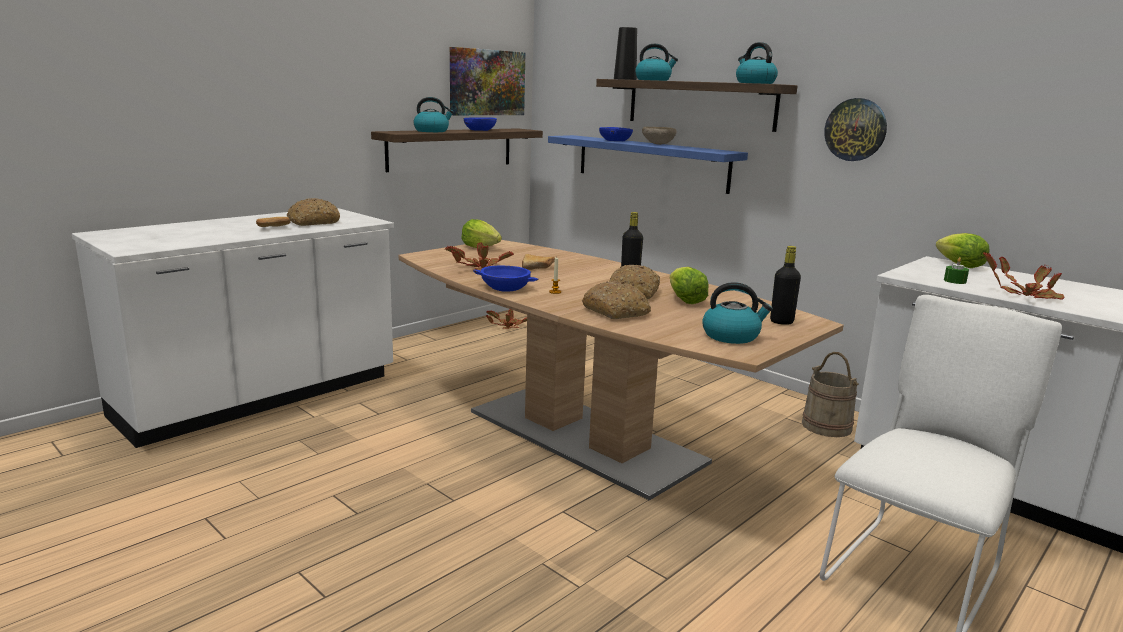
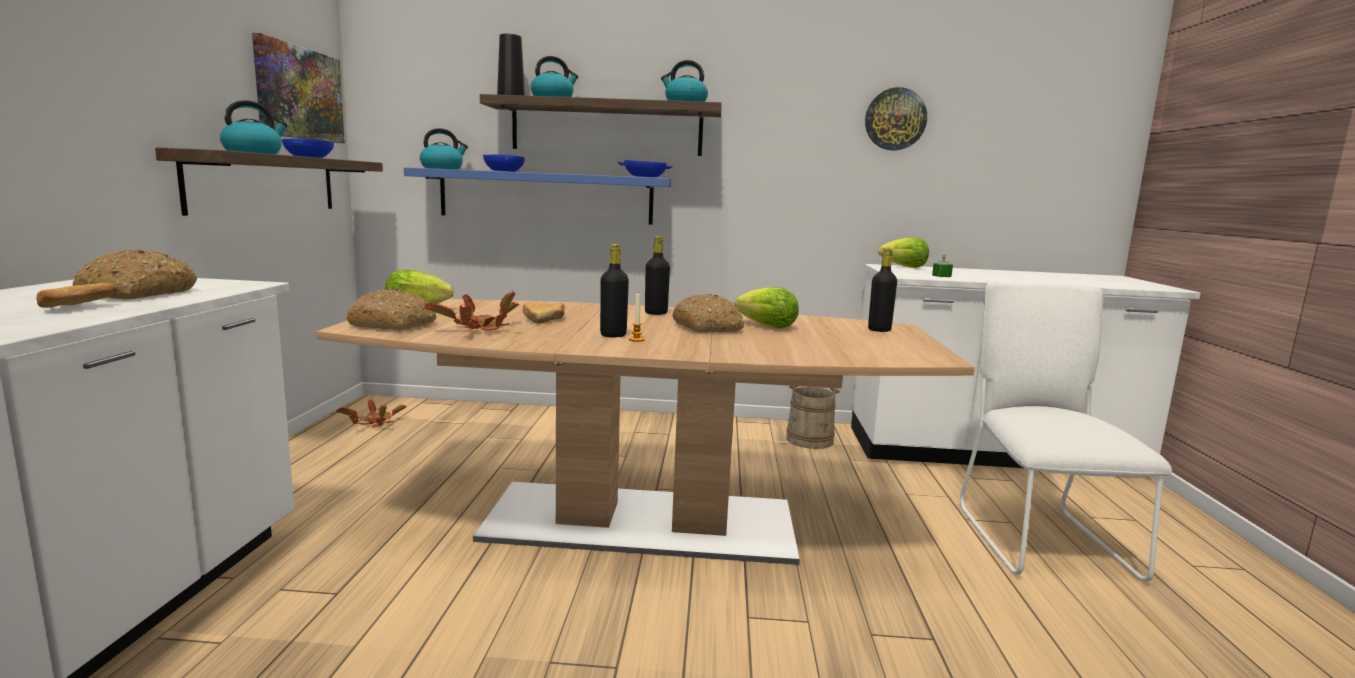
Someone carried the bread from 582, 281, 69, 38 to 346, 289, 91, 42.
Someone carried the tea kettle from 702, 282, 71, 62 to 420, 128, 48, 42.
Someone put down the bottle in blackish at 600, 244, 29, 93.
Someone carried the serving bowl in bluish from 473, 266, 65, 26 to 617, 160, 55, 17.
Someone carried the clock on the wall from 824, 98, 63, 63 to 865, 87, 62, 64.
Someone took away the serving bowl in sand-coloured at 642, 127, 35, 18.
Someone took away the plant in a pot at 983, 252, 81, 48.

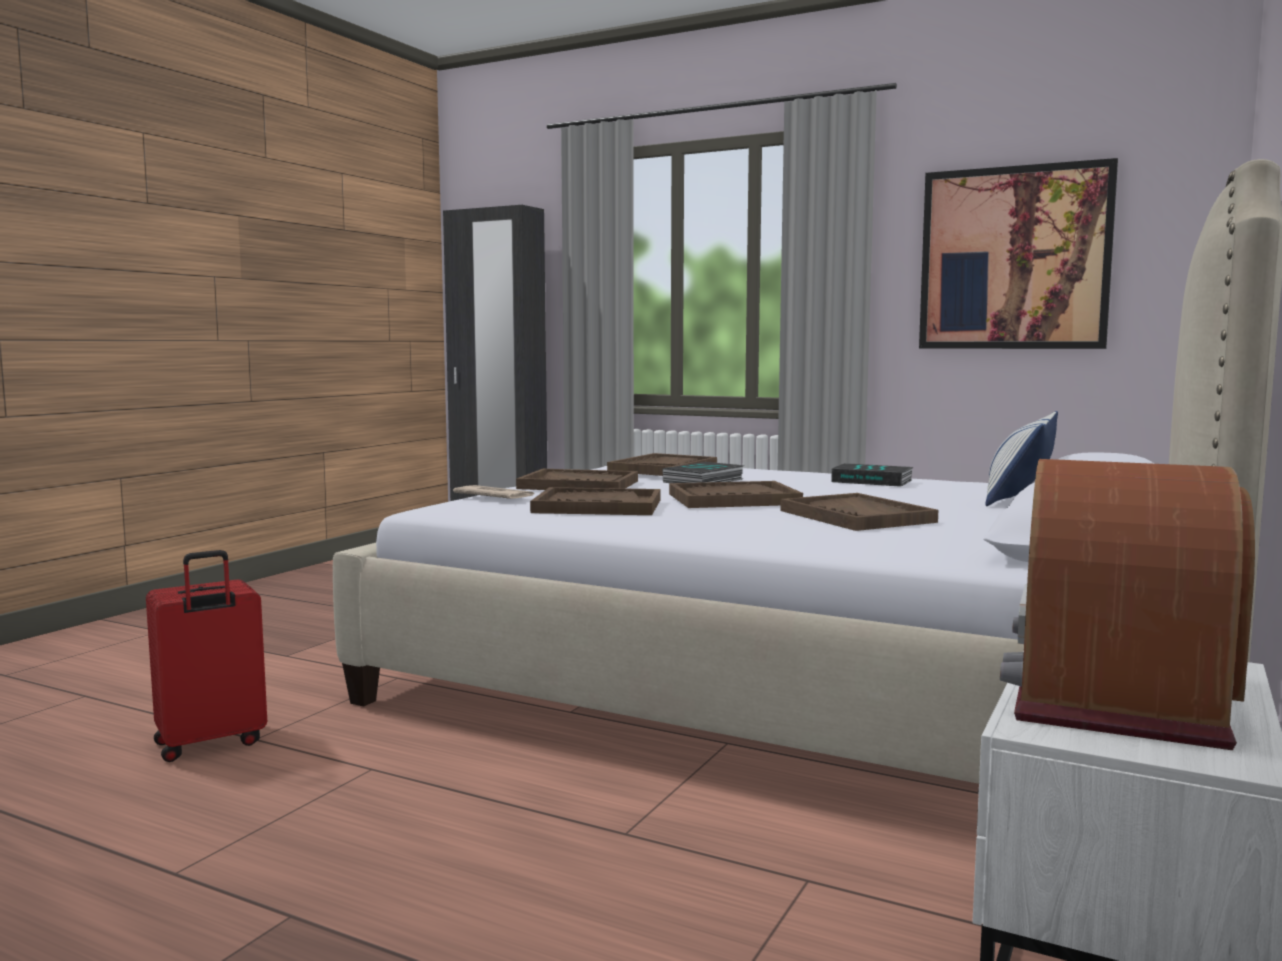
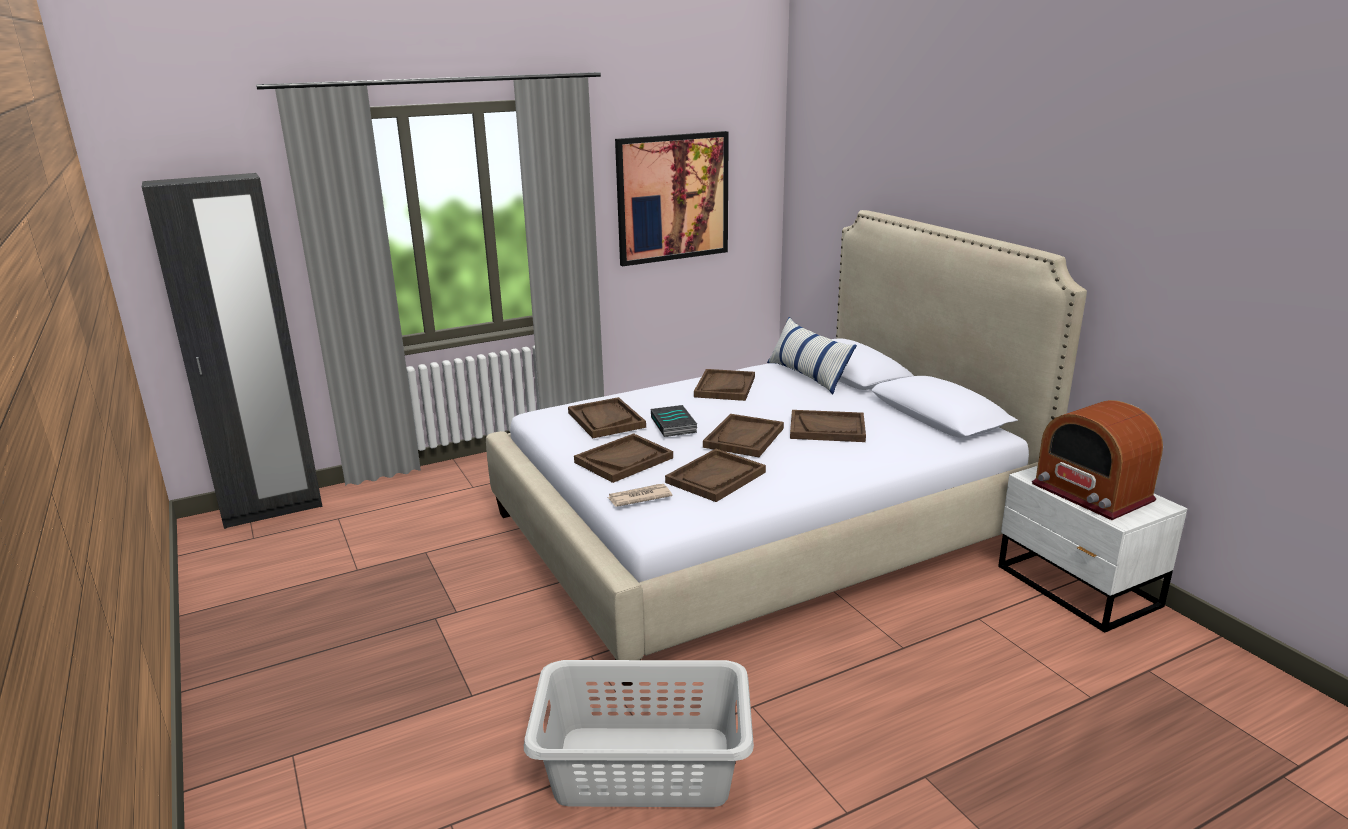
Someone swapped the piece of luggage in reddish at 146, 550, 121, 212 for the laundry basket in greyish at 524, 660, 230, 147.
Someone swapped the volume at 831, 463, 83, 24 for the tray in brownish at 694, 369, 61, 32.

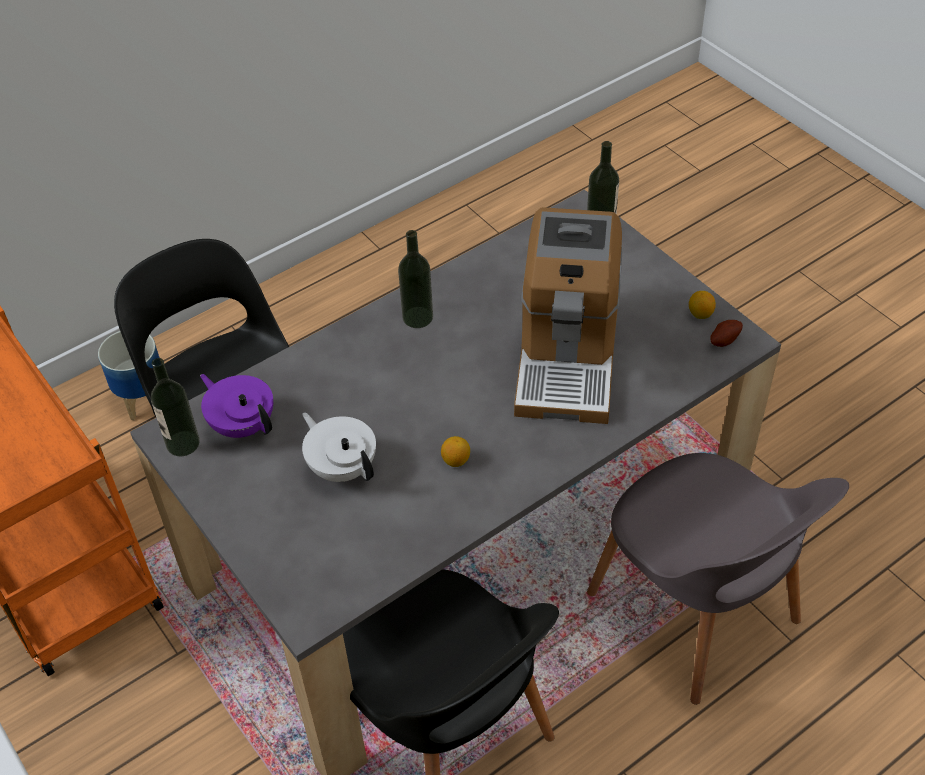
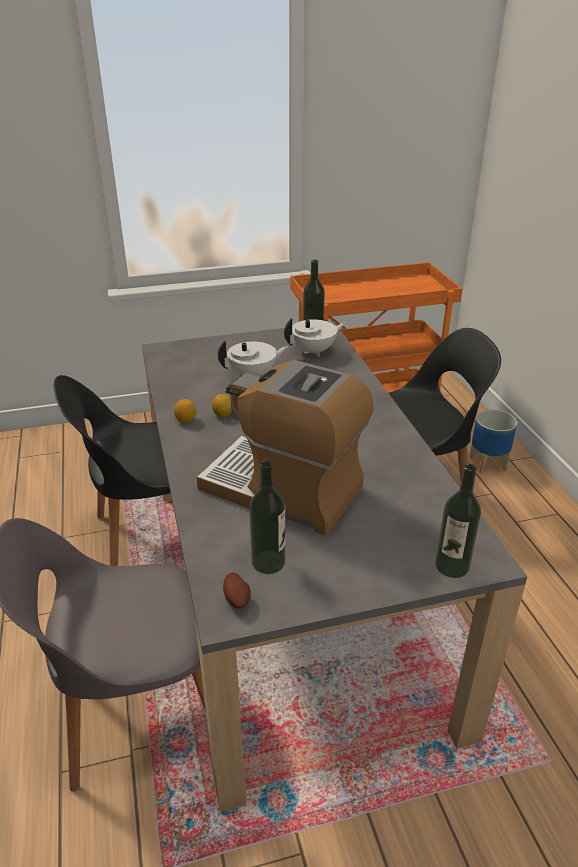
Someone carried the whole lemon from 689, 291, 27, 28 to 174, 399, 22, 24.
Someone carried the bottle from 398, 230, 35, 98 to 249, 460, 36, 114.
Someone repainted the tea pot in purplish at 200, 374, 73, 64, which became the tea pot in white at 284, 318, 62, 39.

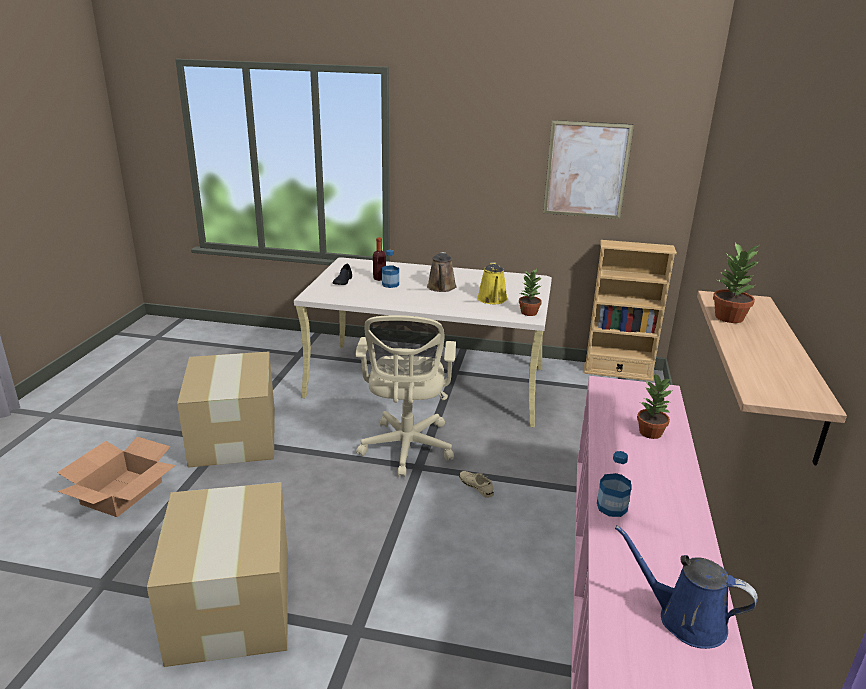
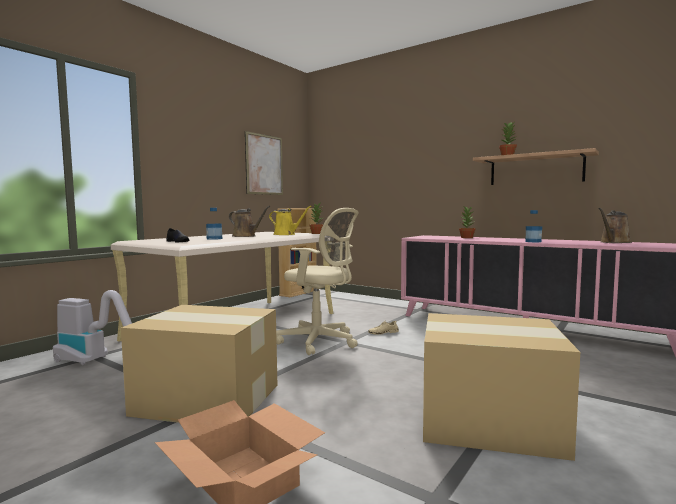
Someone put down the vacuum at 53, 290, 79, 75.
Someone repainted the watering can in bluish at 615, 525, 143, 124, which became the watering can in brownish at 598, 208, 34, 35.
Someone took away the bottle at 373, 238, 13, 43.

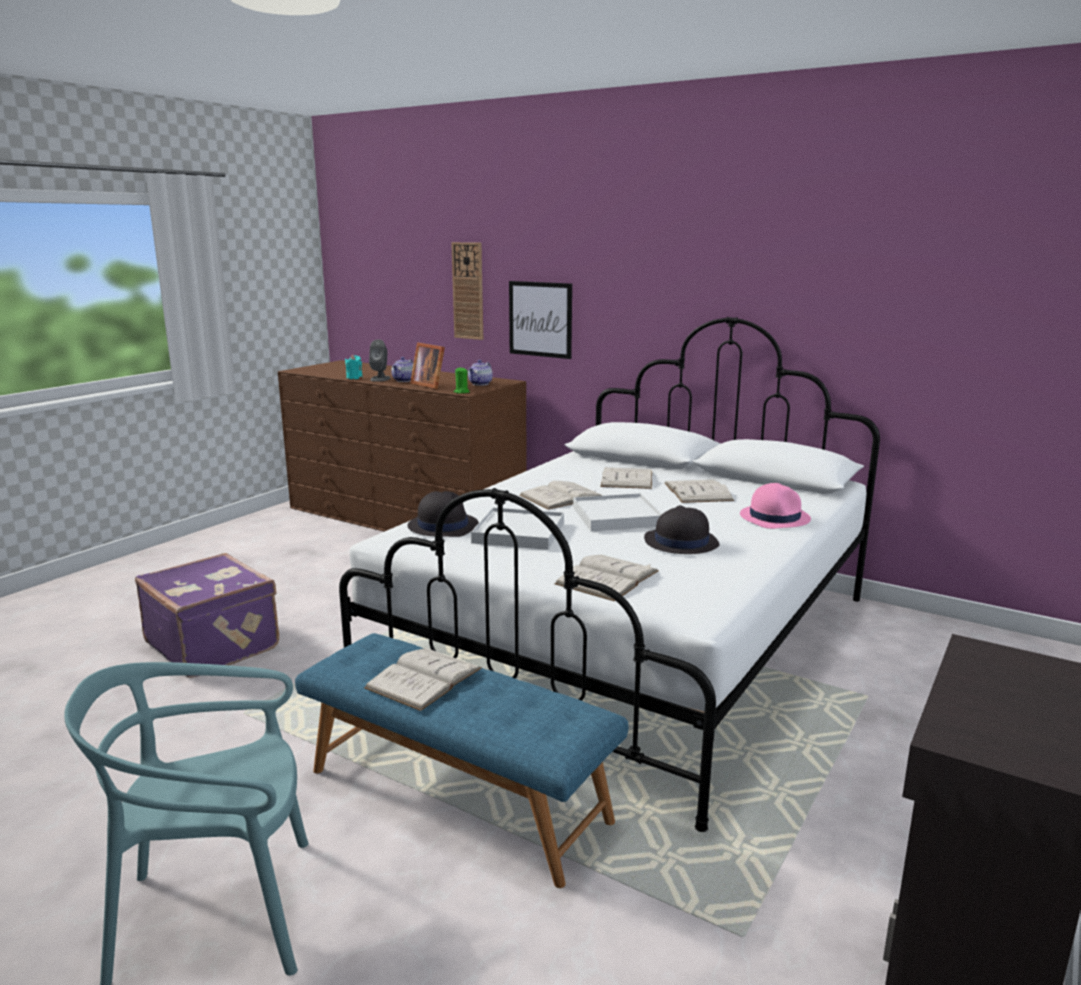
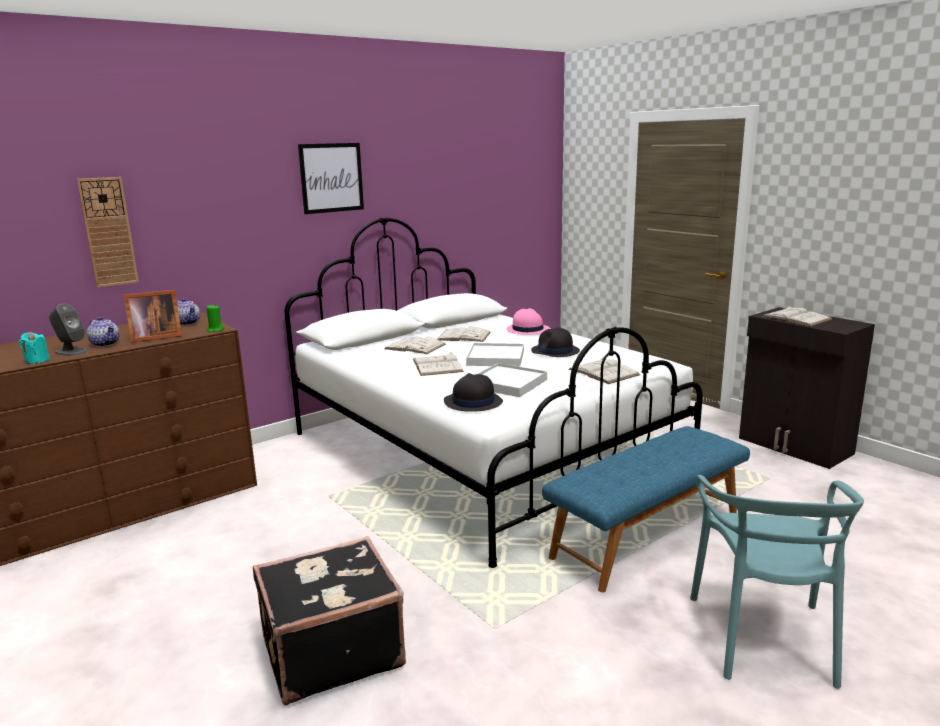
Someone repainted the piece of luggage in purplish at 135, 553, 144, 125, which became the piece of luggage in blackish at 253, 536, 153, 170.
Someone carried the wall art from 509, 281, 63, 78 to 298, 143, 66, 71.
Someone carried the volume in white from 364, 648, 118, 63 to 762, 306, 70, 20.

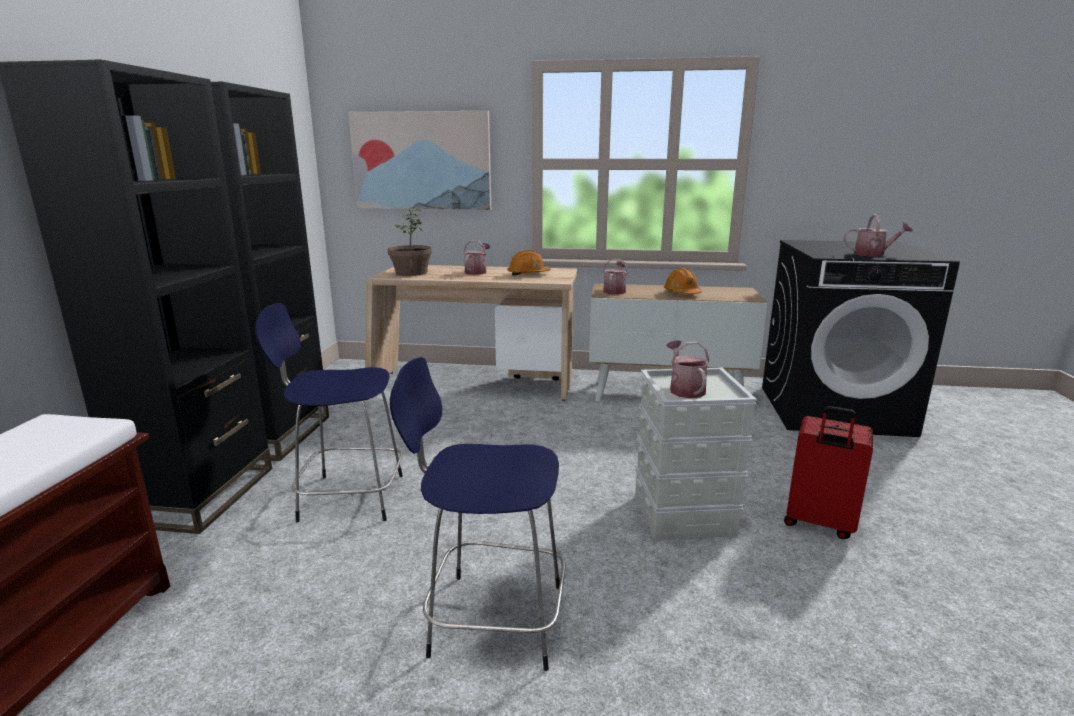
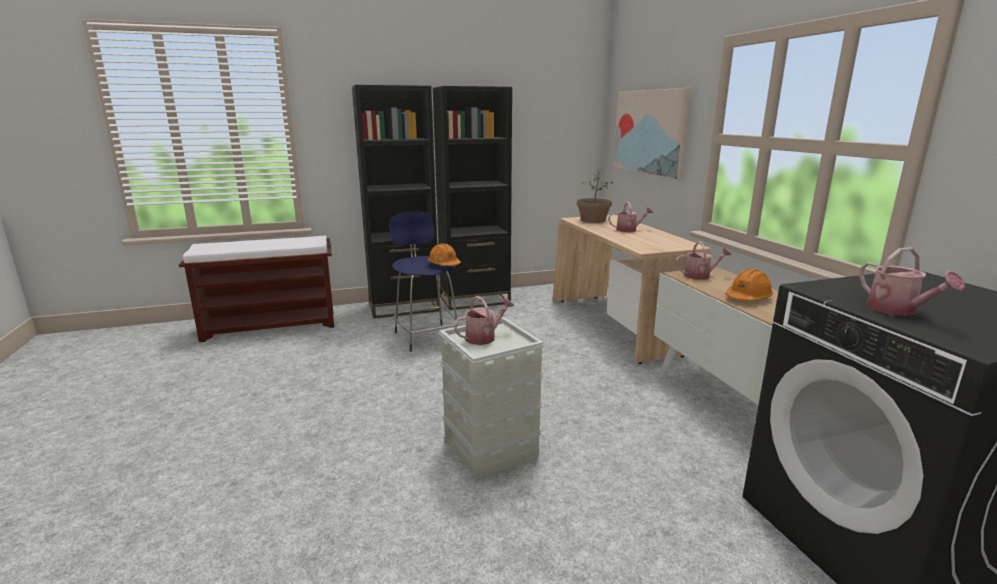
Someone carried the work helmet in orangey from 508, 250, 43, 26 to 428, 243, 33, 23.
Someone took away the stool in bluish at 390, 357, 176, 314.
Someone took away the piece of luggage in reddish at 784, 406, 89, 133.

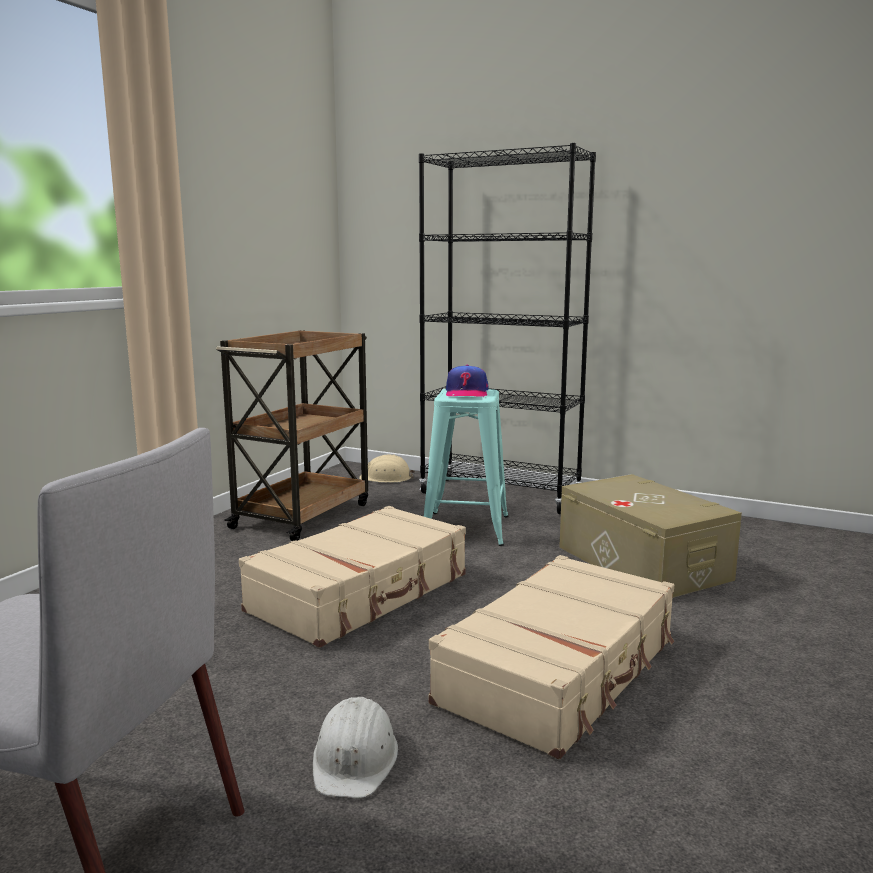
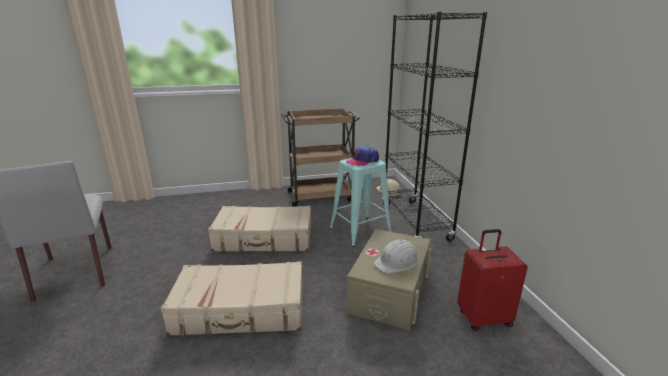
Someone carried the work helmet in white from 313, 697, 85, 101 to 374, 239, 44, 35.
Someone put down the piece of luggage in reddish at 457, 229, 71, 102.

